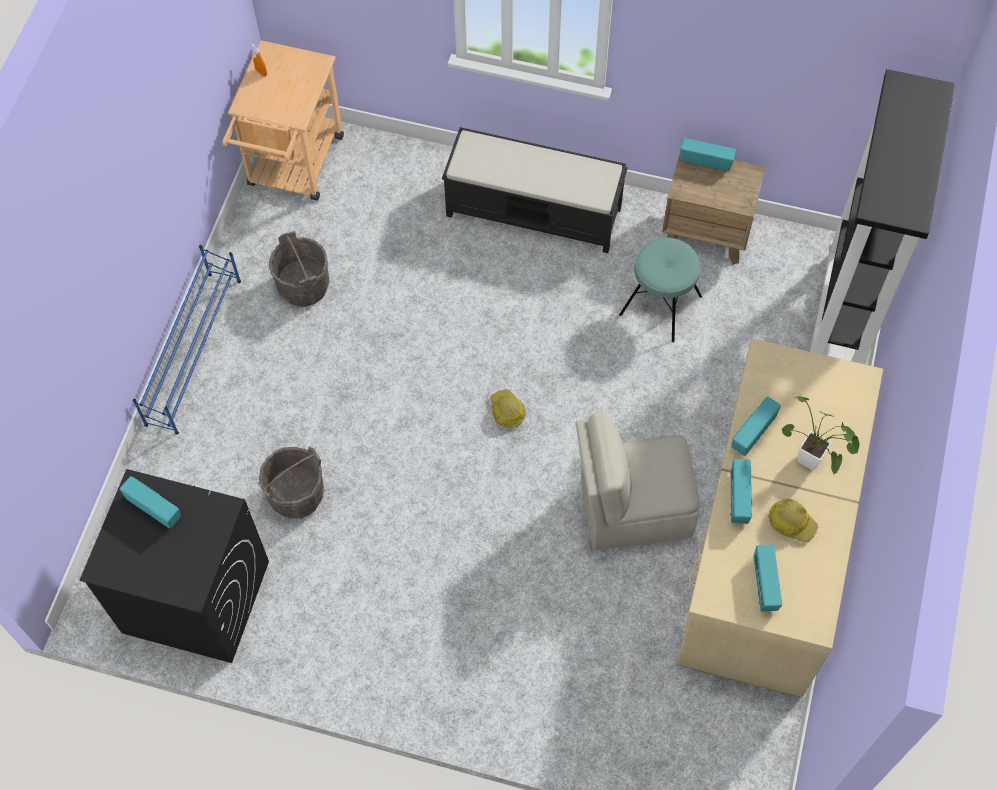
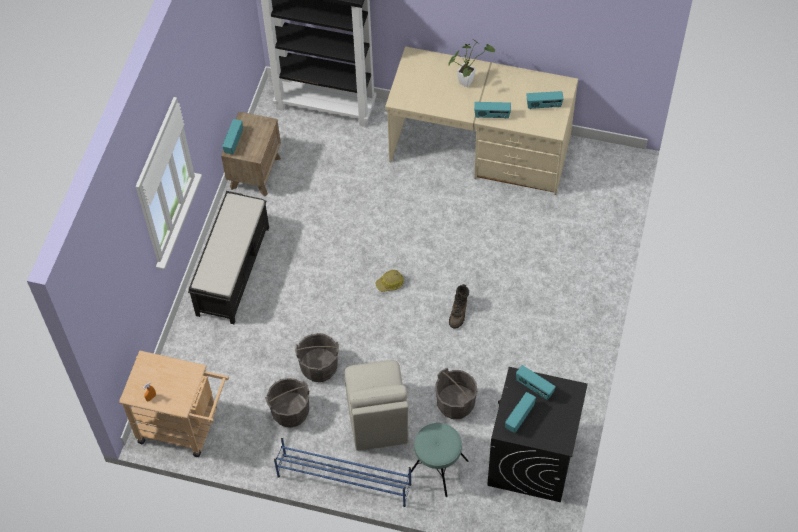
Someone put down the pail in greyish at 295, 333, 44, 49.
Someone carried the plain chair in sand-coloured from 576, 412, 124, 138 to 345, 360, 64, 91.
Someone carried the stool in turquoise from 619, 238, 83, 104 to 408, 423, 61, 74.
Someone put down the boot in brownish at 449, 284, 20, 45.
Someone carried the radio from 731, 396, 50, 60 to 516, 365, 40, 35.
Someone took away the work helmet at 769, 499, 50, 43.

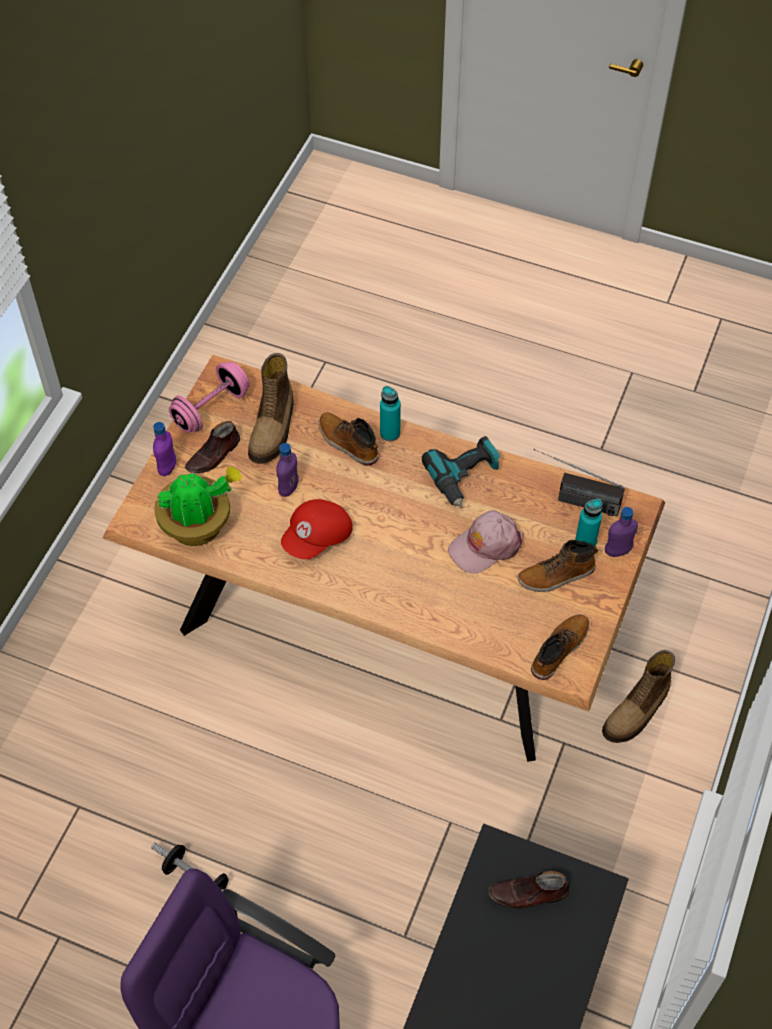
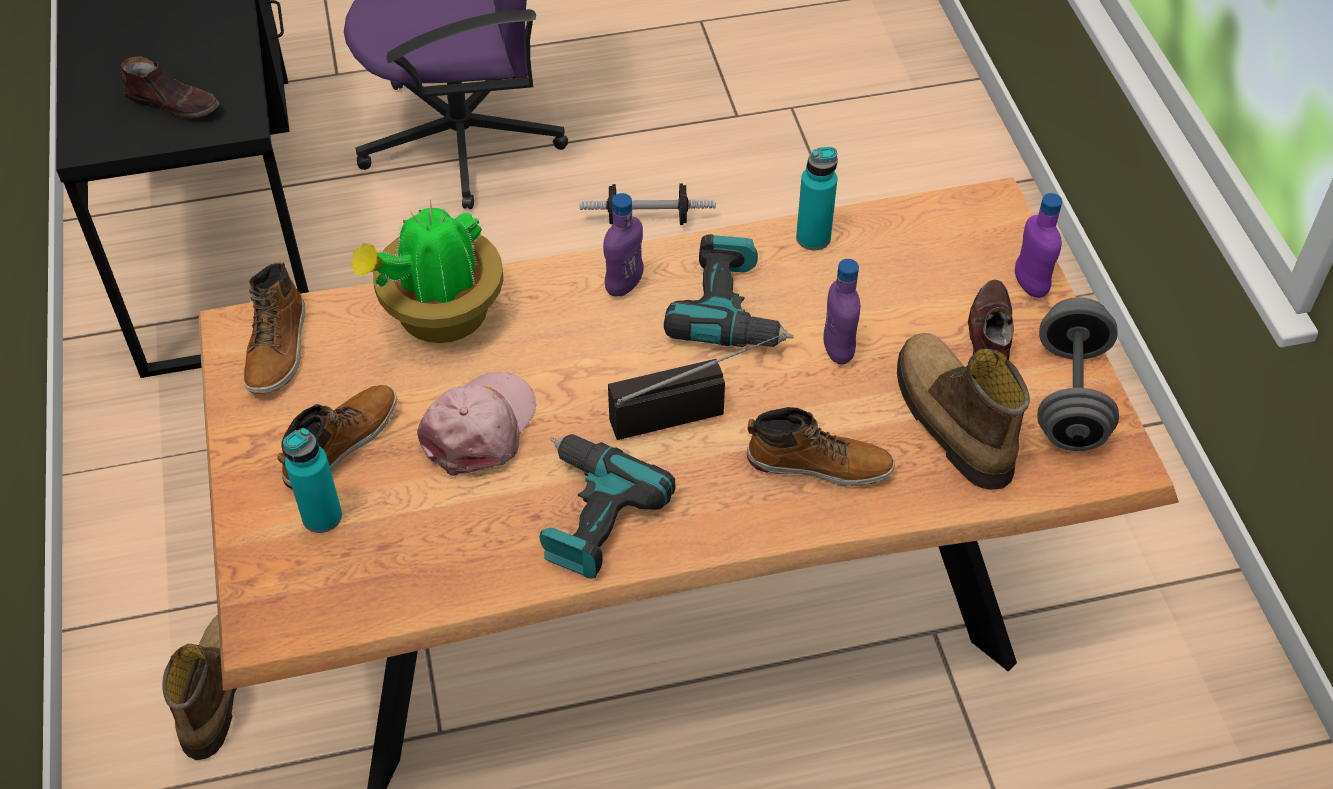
Someone rotated the low shoe in brownish at 488, 871, 81, 38 by 60 degrees clockwise.
Someone carried the plant in a pot from 155, 467, 88, 79 to 351, 200, 153, 143.
Someone carried the bottle in purplish from 605, 507, 33, 50 to 603, 193, 41, 104.
Someone carried the radio from 534, 449, 91, 67 to 608, 332, 178, 108.
Someone swapped the cap in reddish at 281, 499, 72, 60 for the drill at 664, 234, 130, 113.
Someone carried the bottle in turquoise from 380, 386, 21, 55 to 796, 147, 42, 103.
Someone repainted the dumbbell in pink at 169, 362, 80, 71, which became the dumbbell in greyish at 1037, 297, 82, 154.

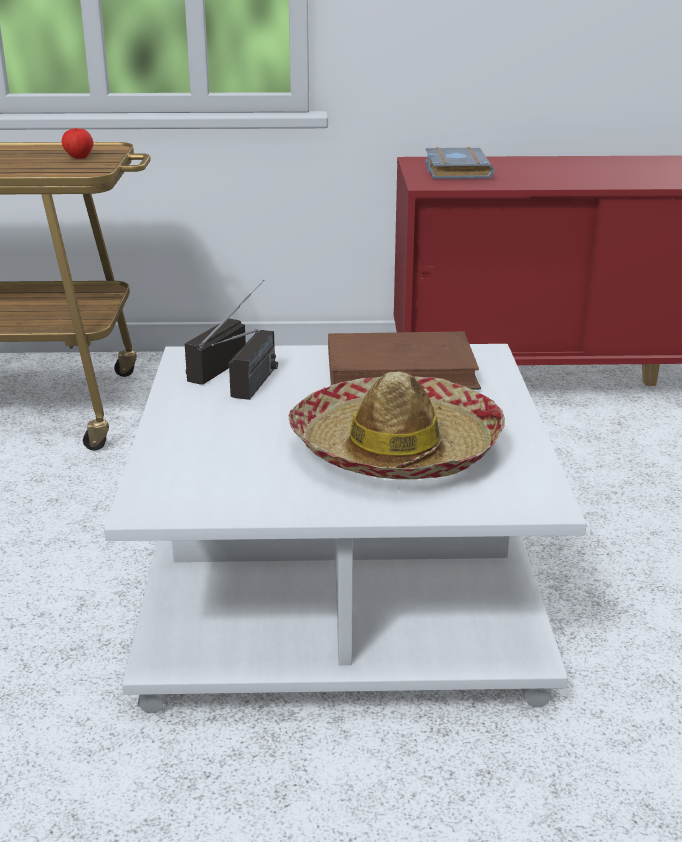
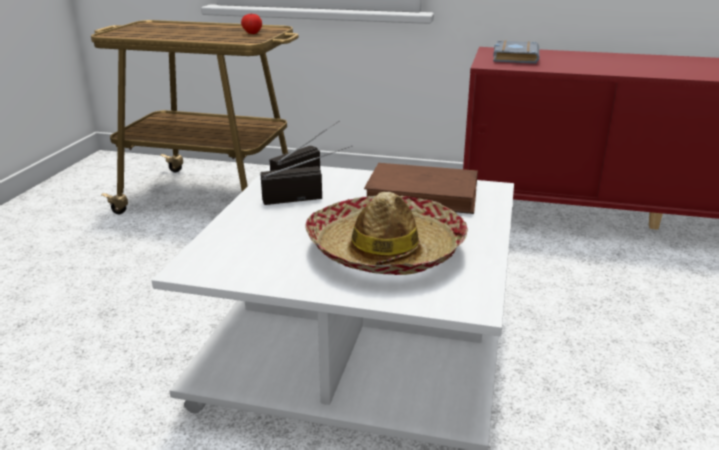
Someone rotated the radio at 212, 329, 66, 71 by 135 degrees counterclockwise.

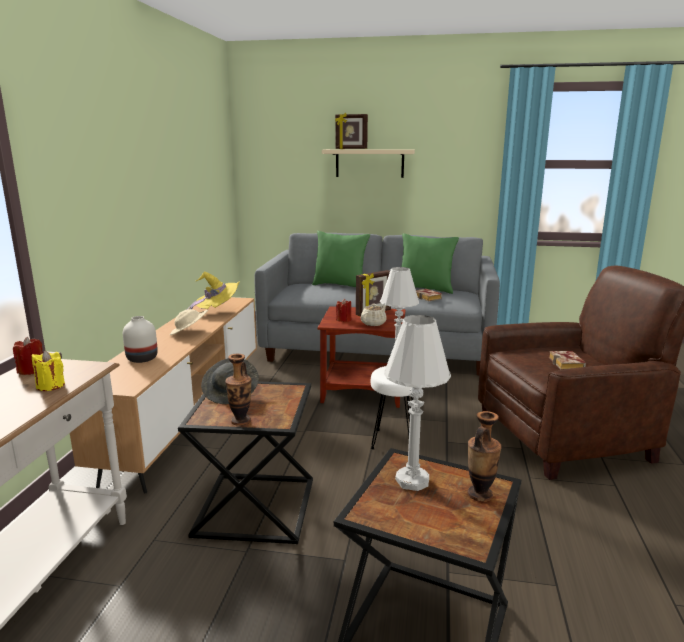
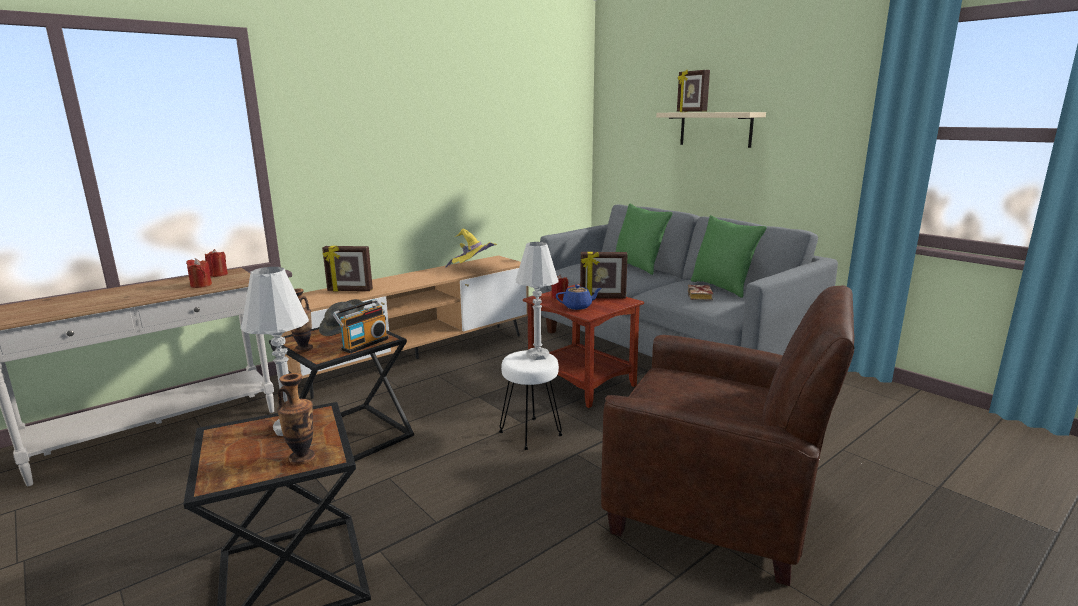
Someone repainted the candle in yellow-coloured at 32, 351, 33, 40, which became the candle in reddish at 186, 258, 26, 30.
Someone swapped the vase in white at 123, 316, 35, 47 for the photo frame at 322, 246, 51, 45.
Someone put down the radio at 333, 299, 55, 54.
Someone repainted the tea pot in sand-coloured at 360, 304, 27, 22, which became the tea pot in bluish at 556, 285, 46, 25.
Someone took away the wearable hat in sand-coloured at 170, 309, 38, 26.
Someone took away the volume at 549, 351, 37, 19.

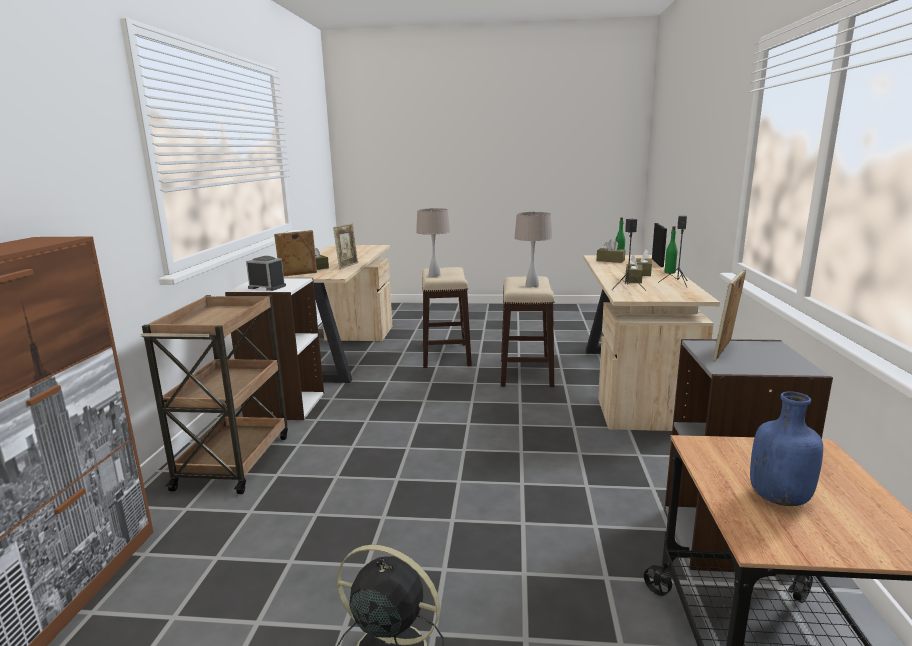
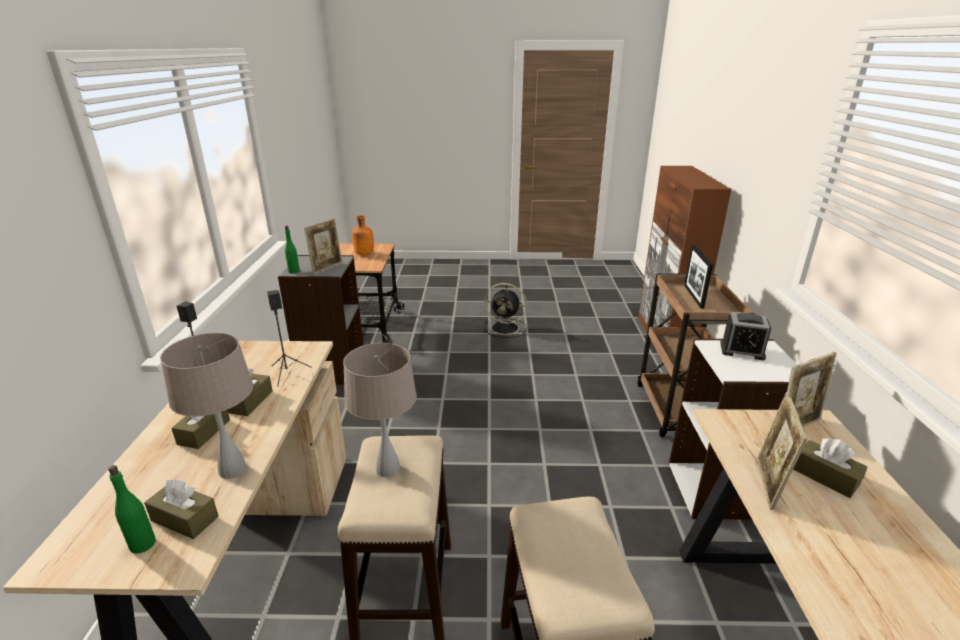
Someone carried the table lamp in sand-coloured from 416, 208, 34, 69 to 160, 333, 93, 146.
Someone carried the bottle in green-coloured from 664, 226, 13, 48 to 285, 226, 15, 47.
Someone repainted the bottle in bluish at 750, 391, 73, 115, which became the bottle in orangey at 352, 216, 22, 39.
Someone carried the photo frame from 652, 223, 15, 44 to 684, 245, 29, 64.

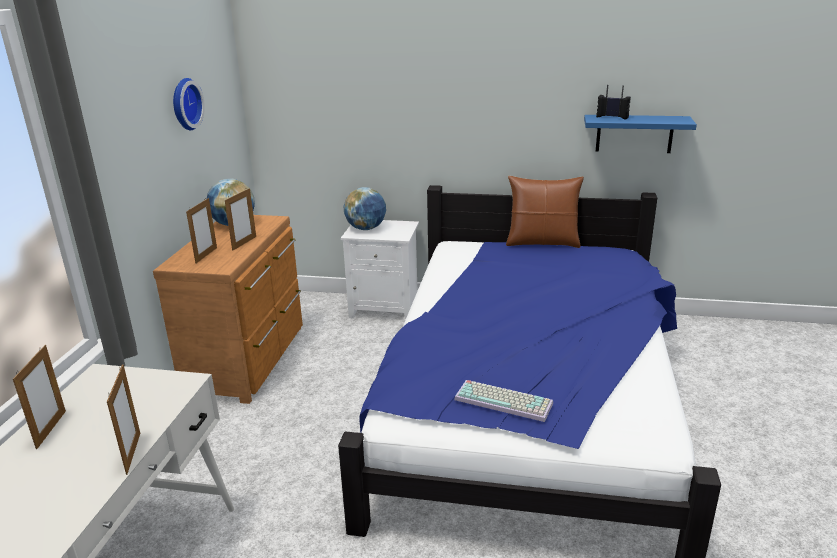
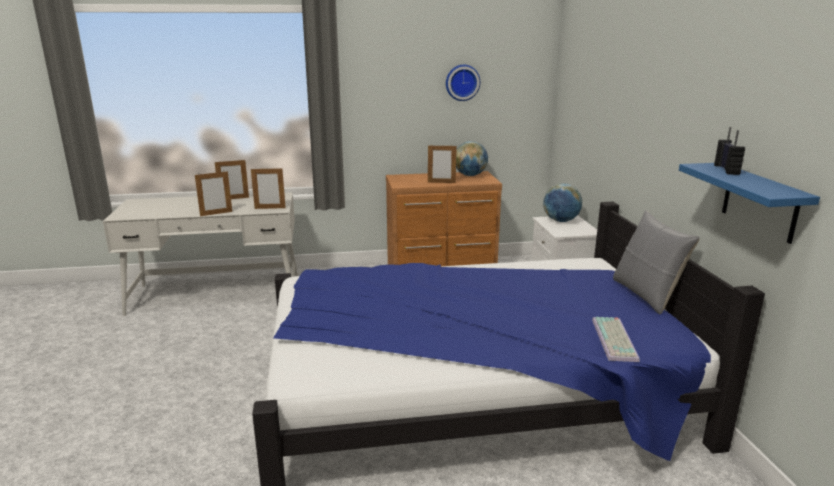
Someone carried the photo frame from 186, 198, 31, 65 to 251, 168, 35, 41.
Someone carried the PC keyboard from 454, 380, 99, 42 to 592, 317, 48, 45.
Someone repainted the cushion in brownish at 506, 176, 78, 72, which became the cushion in greyish at 613, 210, 87, 104.

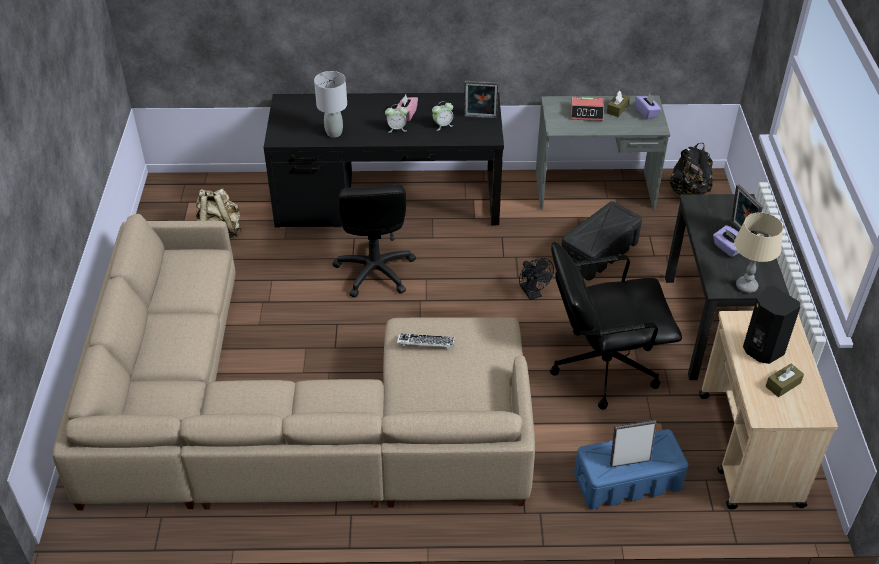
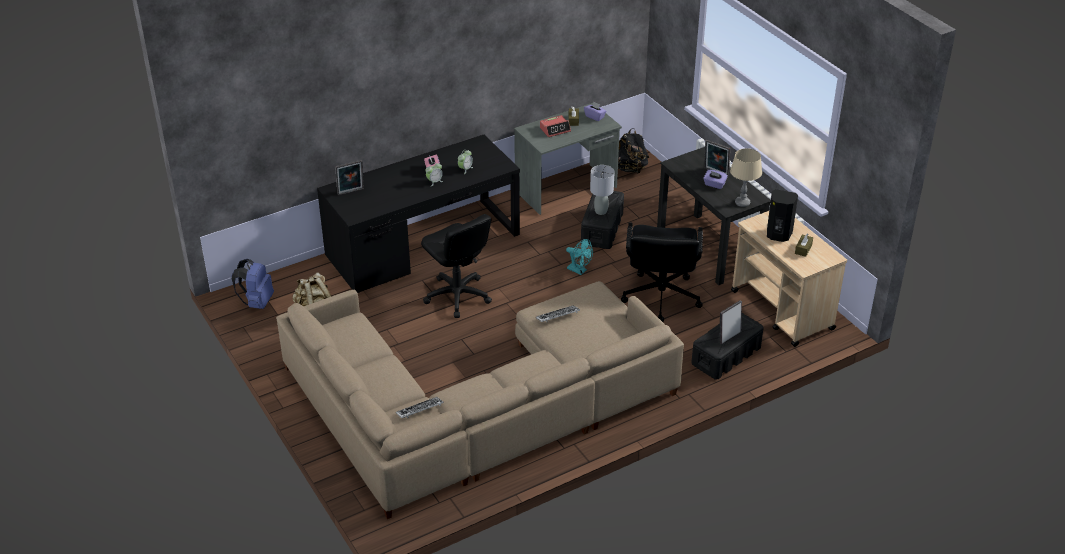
Someone put down the backpack in bluish at 232, 259, 42, 50.
Someone carried the photo frame from 464, 81, 34, 38 to 335, 160, 29, 36.
Someone put down the PC keyboard at 396, 397, 48, 21.
Someone repainted the cooling fan in blackish at 519, 258, 35, 42, which became the cooling fan in turquoise at 566, 239, 27, 36.
Someone carried the table lamp in greyish from 314, 71, 33, 67 to 590, 165, 25, 50.
Someone rotated the computer chair in blackish at 550, 242, 132, 168 by 45 degrees counterclockwise.
Someone repainted the storage bin in bluish at 574, 429, 115, 80, which became the storage bin in blackish at 691, 313, 73, 67.

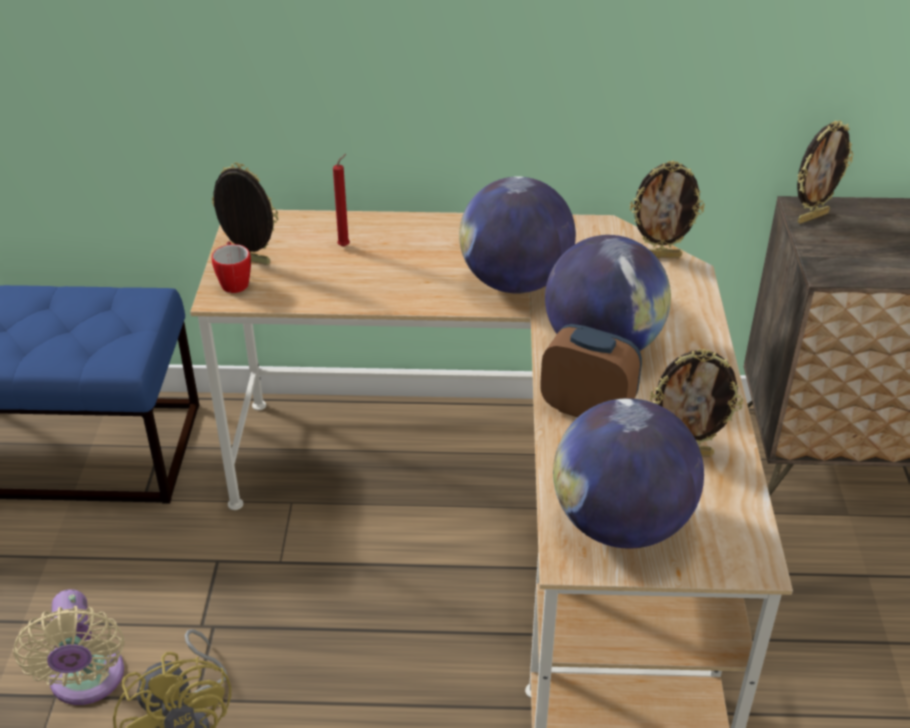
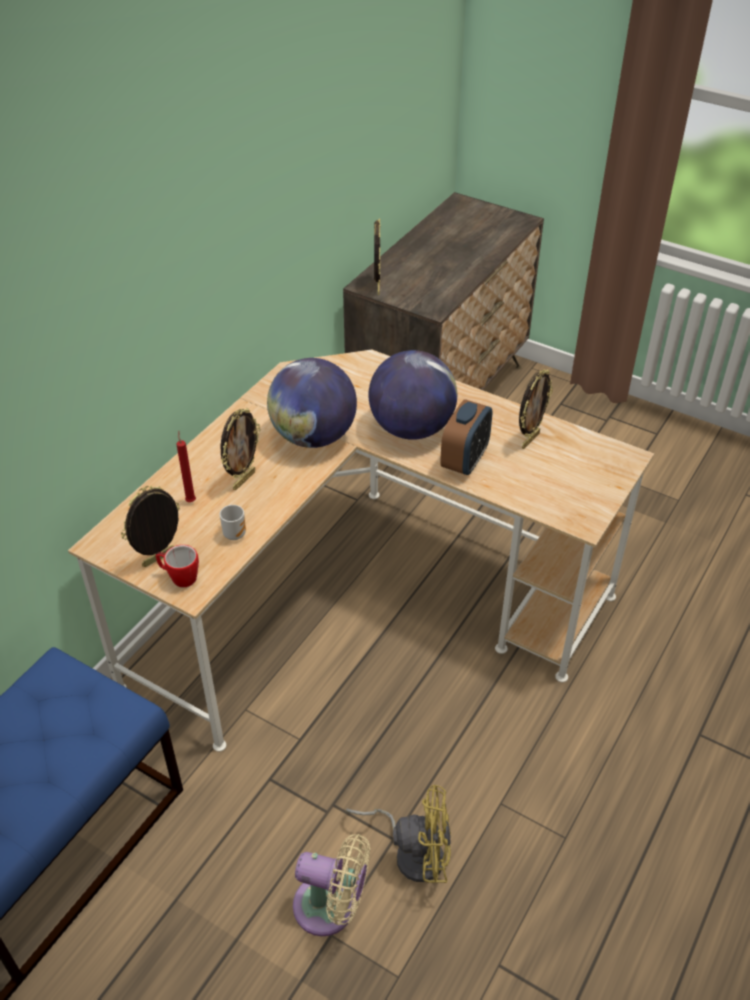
Someone put down the mug at 220, 505, 26, 35.
Someone carried the photo frame from 630, 161, 75, 97 to 221, 408, 40, 82.
Someone rotated the bedside clock at 540, 324, 102, 93 by 150 degrees clockwise.
Someone took away the desk globe at 553, 398, 151, 151.

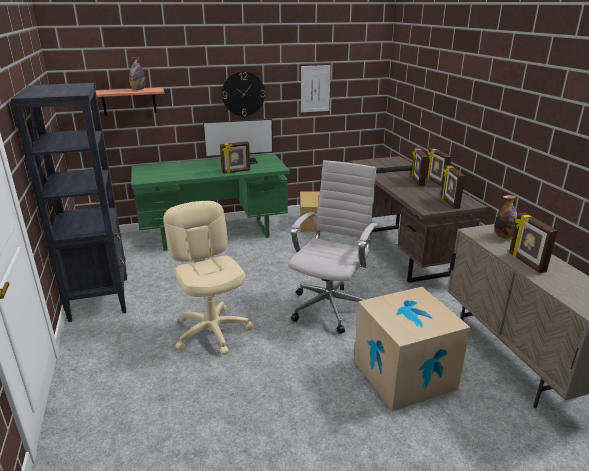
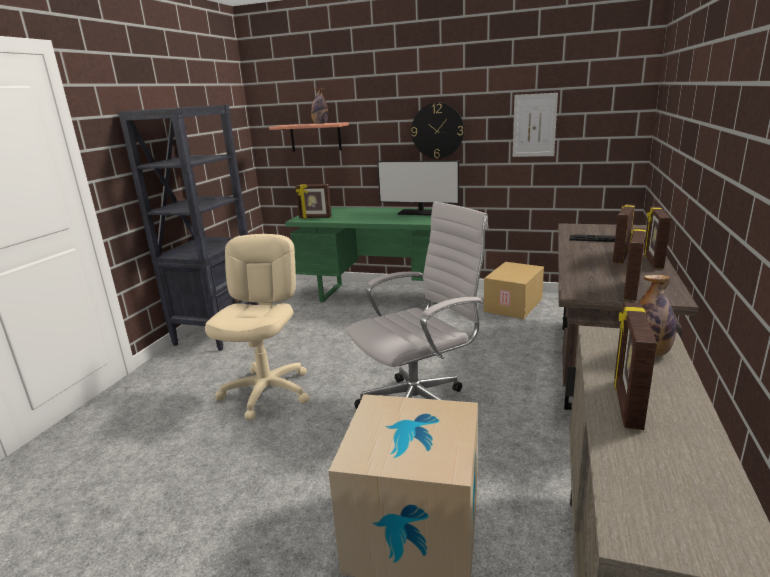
Someone carried the photo frame from 220, 141, 30, 33 to 295, 184, 36, 34.

